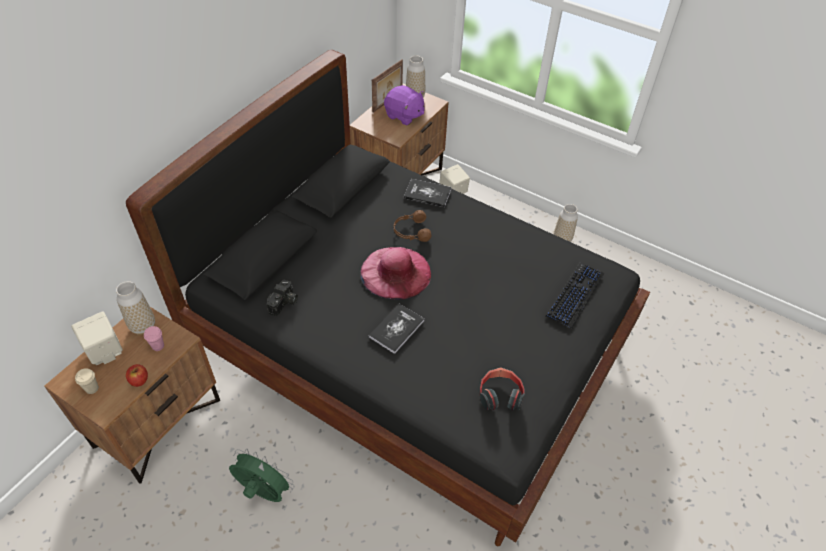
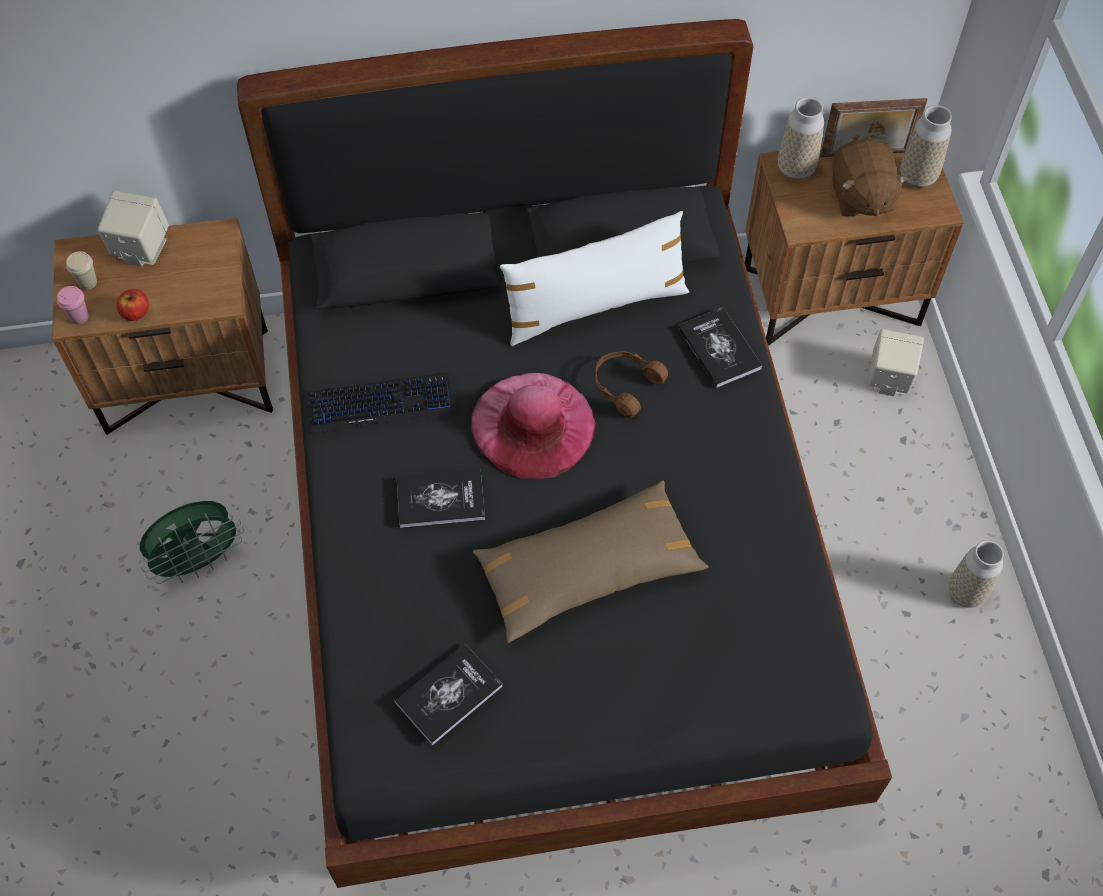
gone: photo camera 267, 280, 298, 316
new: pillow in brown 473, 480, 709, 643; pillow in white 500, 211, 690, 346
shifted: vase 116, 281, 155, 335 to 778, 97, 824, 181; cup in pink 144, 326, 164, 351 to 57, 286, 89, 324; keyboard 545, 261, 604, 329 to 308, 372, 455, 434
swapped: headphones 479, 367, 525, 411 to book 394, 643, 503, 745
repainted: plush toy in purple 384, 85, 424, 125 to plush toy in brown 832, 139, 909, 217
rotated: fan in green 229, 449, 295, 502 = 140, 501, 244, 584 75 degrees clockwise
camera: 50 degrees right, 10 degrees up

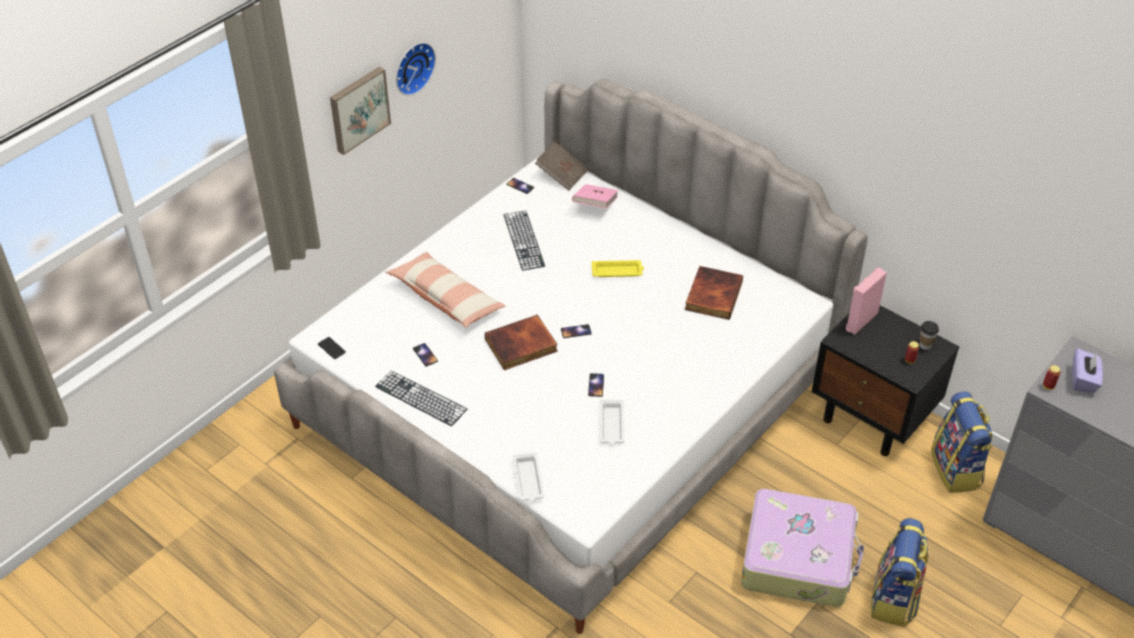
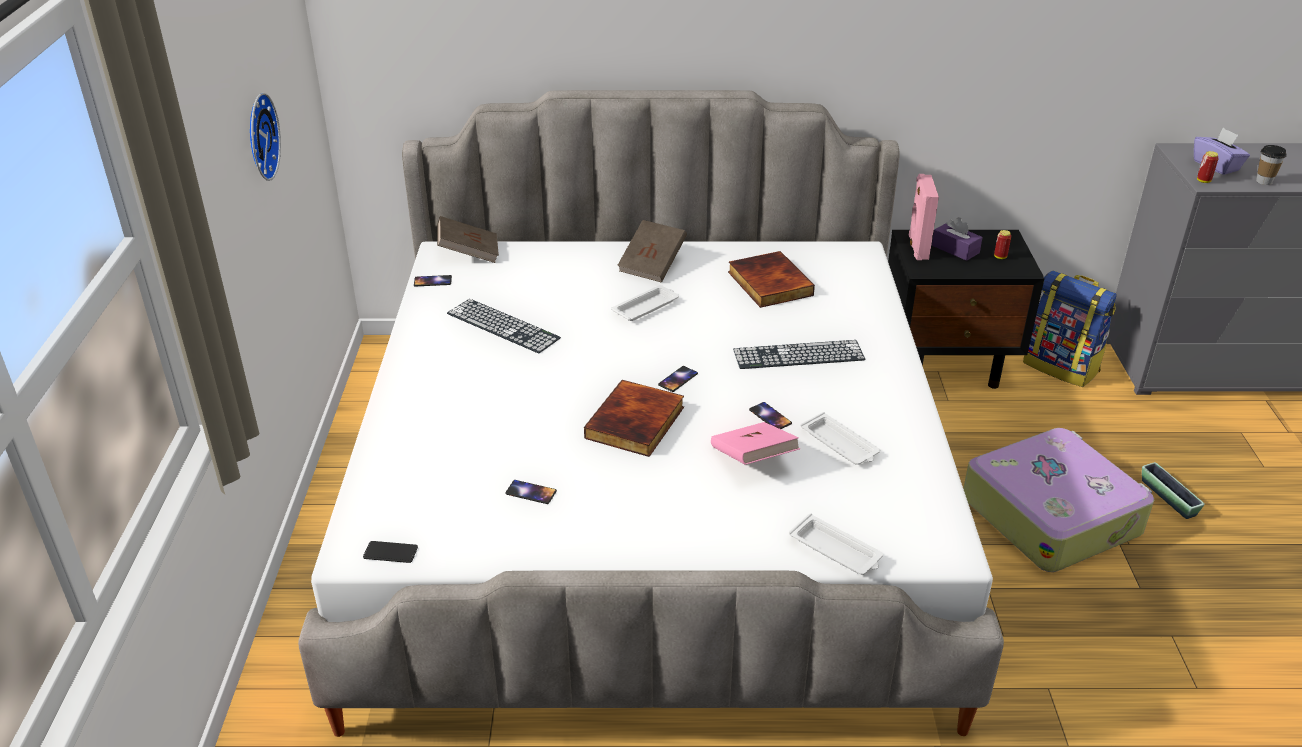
gone: picture 330, 67, 391, 155; pillow 385, 252, 506, 328
new: book in brown 617, 220, 687, 282; tissue box in purple 932, 217, 983, 261
shifted: keyboard 375, 370, 467, 426 to 733, 340, 865, 369; book in pink 572, 184, 618, 209 to 711, 422, 800, 465; cup 919, 321, 939, 350 to 1256, 145, 1287, 185
swapped: backpack 871, 518, 929, 627 to planter 1142, 462, 1205, 519
repainted: tray in yellow 592, 260, 644, 277 to tray in white 611, 285, 679, 321
camera: 40 degrees left, 10 degrees down

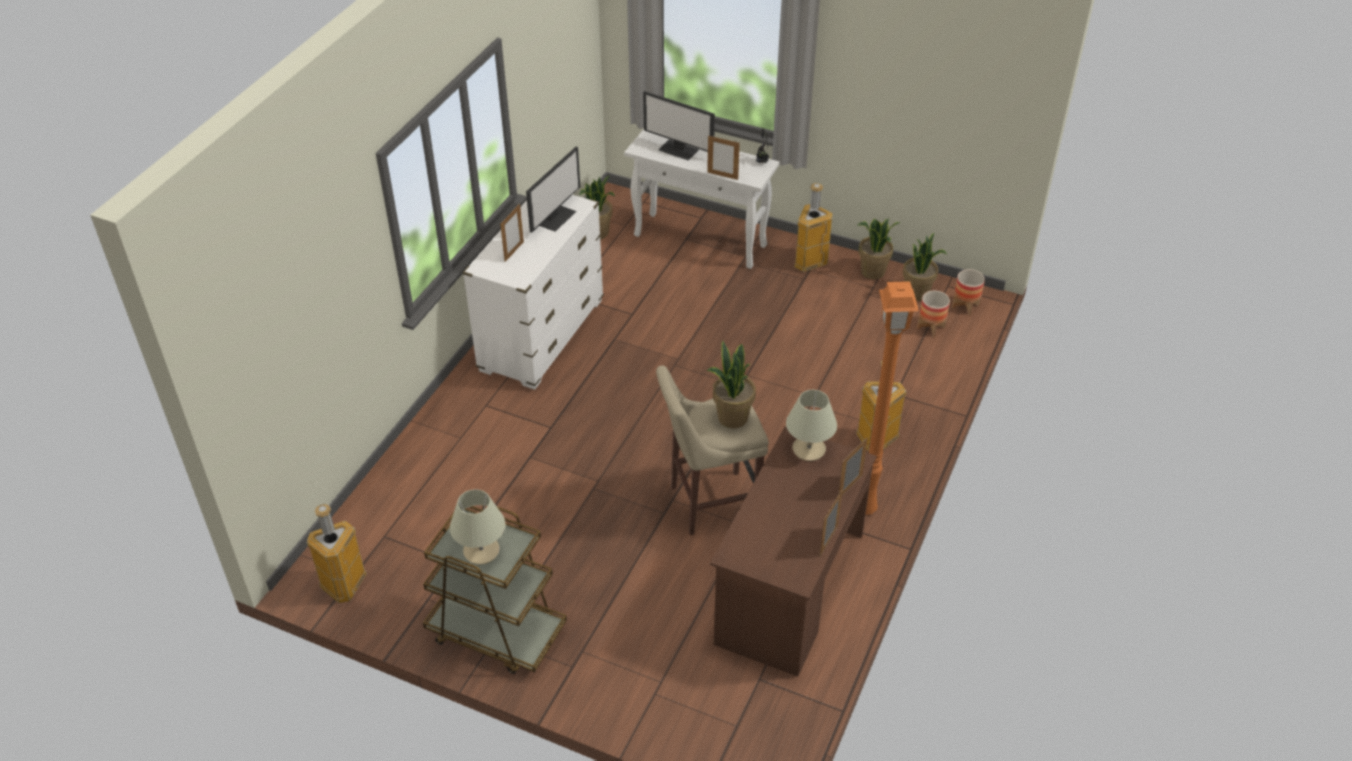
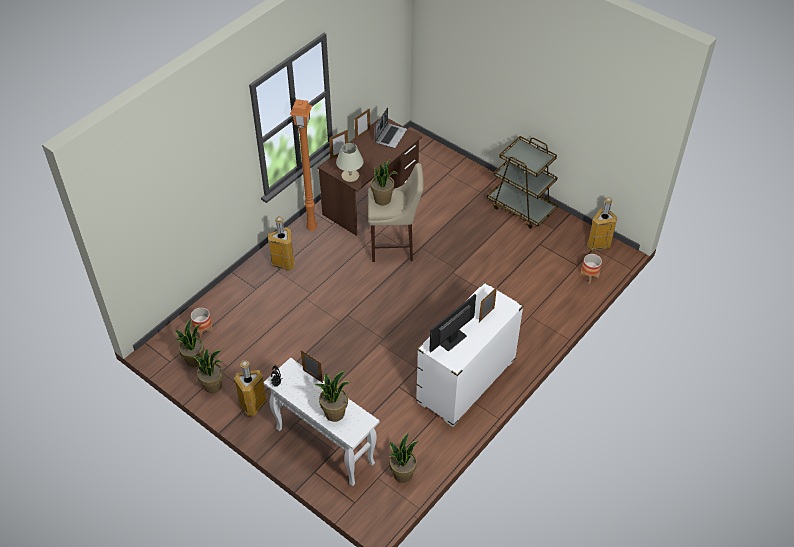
gone: table lamp in beige 450, 489, 505, 565
new: laptop 375, 108, 407, 148
shifted: planter 952, 269, 985, 315 to 580, 254, 602, 284
swapped: monitor 643, 91, 715, 160 to potted plant 315, 371, 351, 422
camera: 165 degrees left, 5 degrees up

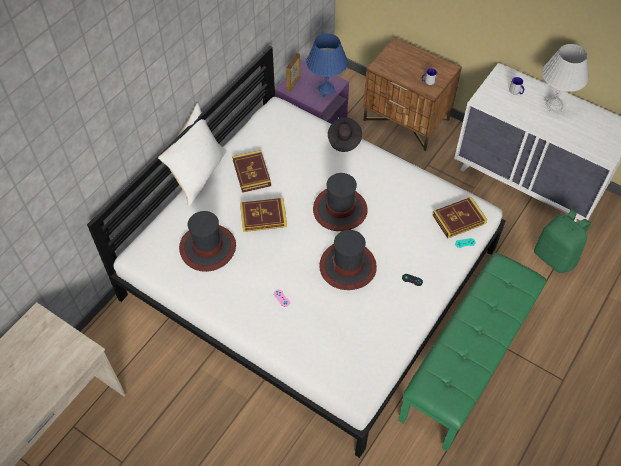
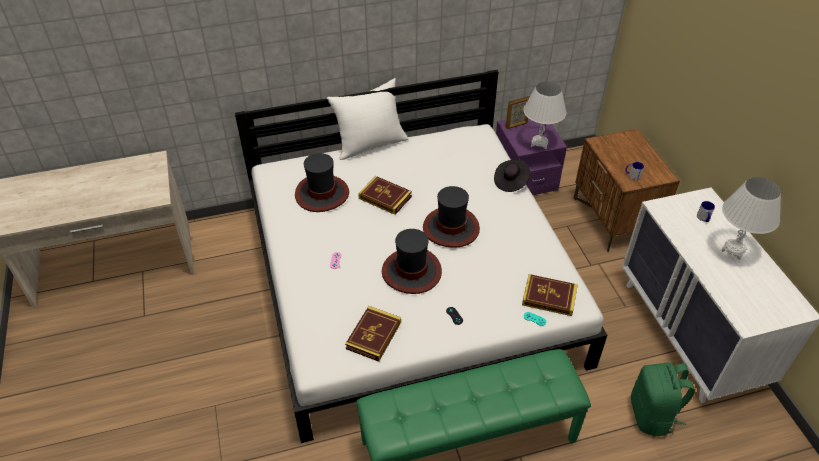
shifted: book 232, 150, 271, 193 to 345, 306, 401, 362
repainted: table lamp in blue 306, 33, 348, 98 to table lamp in white 523, 81, 567, 149
camera: 40 degrees right, 10 degrees down

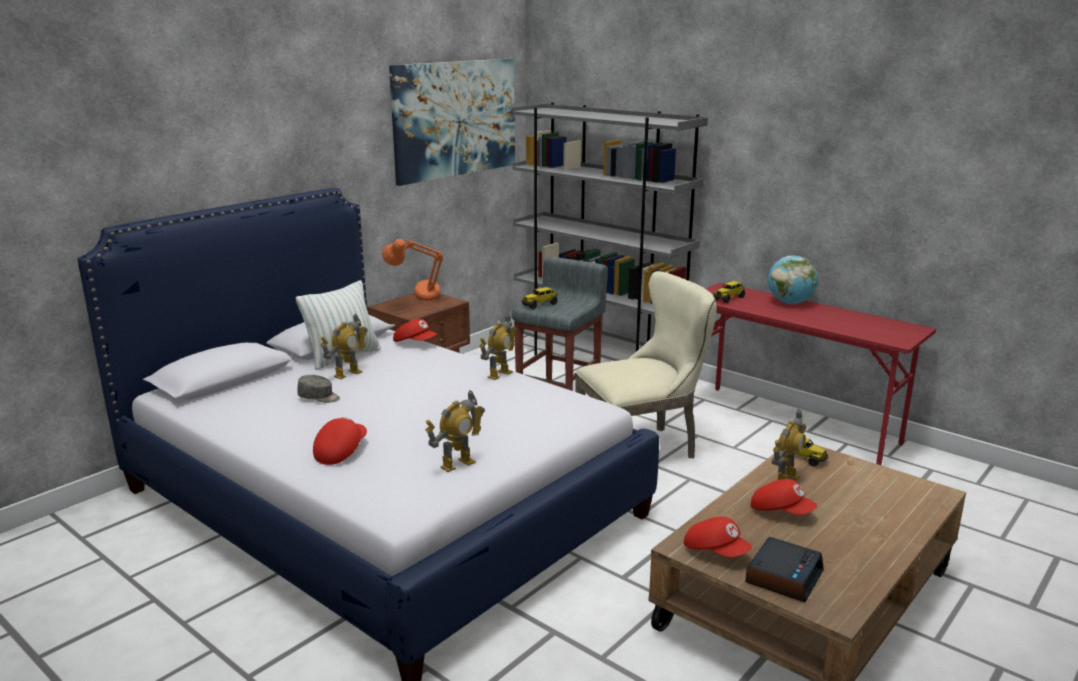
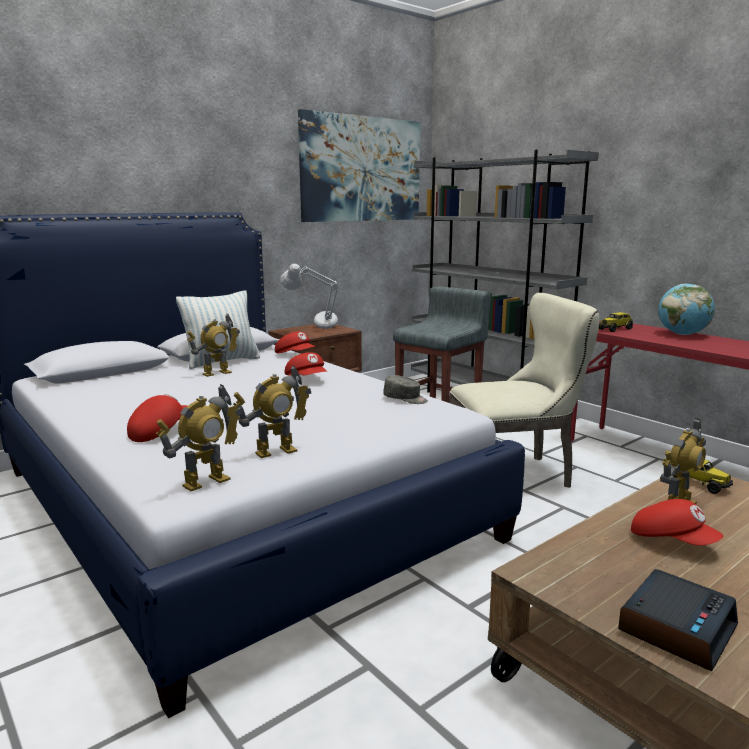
gone: toy truck 521, 287, 558, 309
shifted: cap in grey 297, 375, 340, 403 to 383, 375, 428, 404; toy robot 479, 314, 517, 380 to 156, 384, 242, 491; cap in red 684, 517, 752, 557 to 285, 352, 328, 376
repainted: table lamp in orange 382, 239, 443, 301 to table lamp in grey 280, 264, 338, 329
camera: 10 degrees right, 5 degrees down

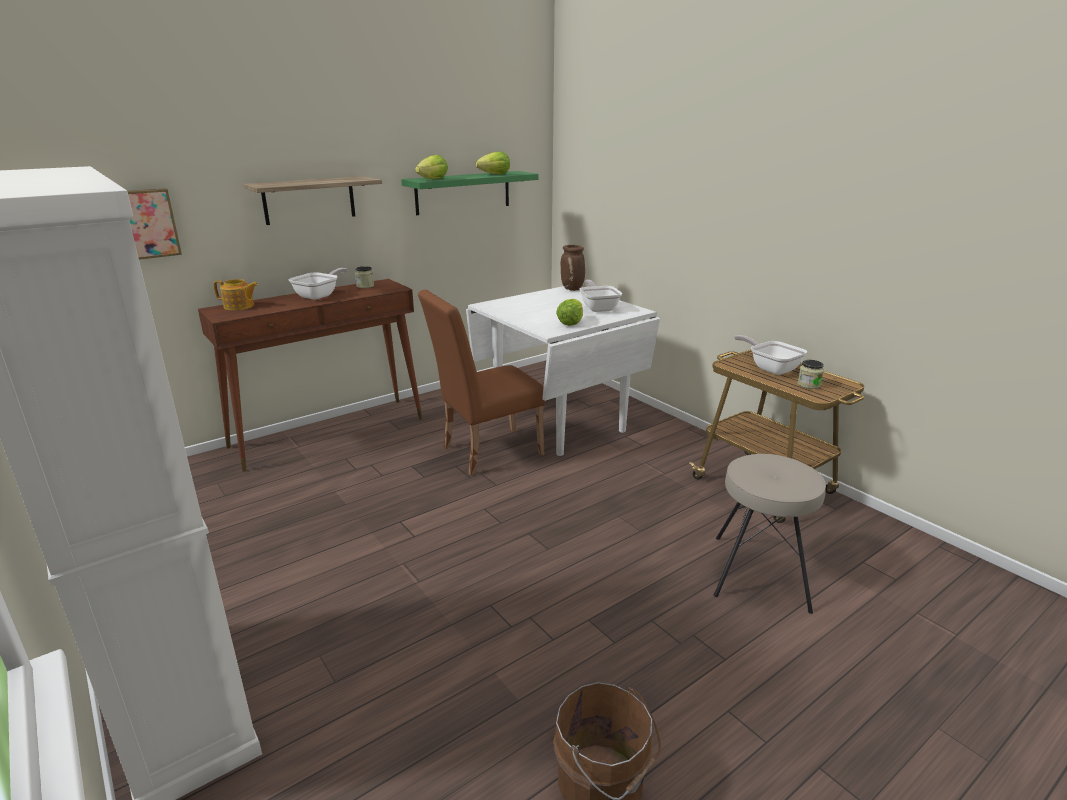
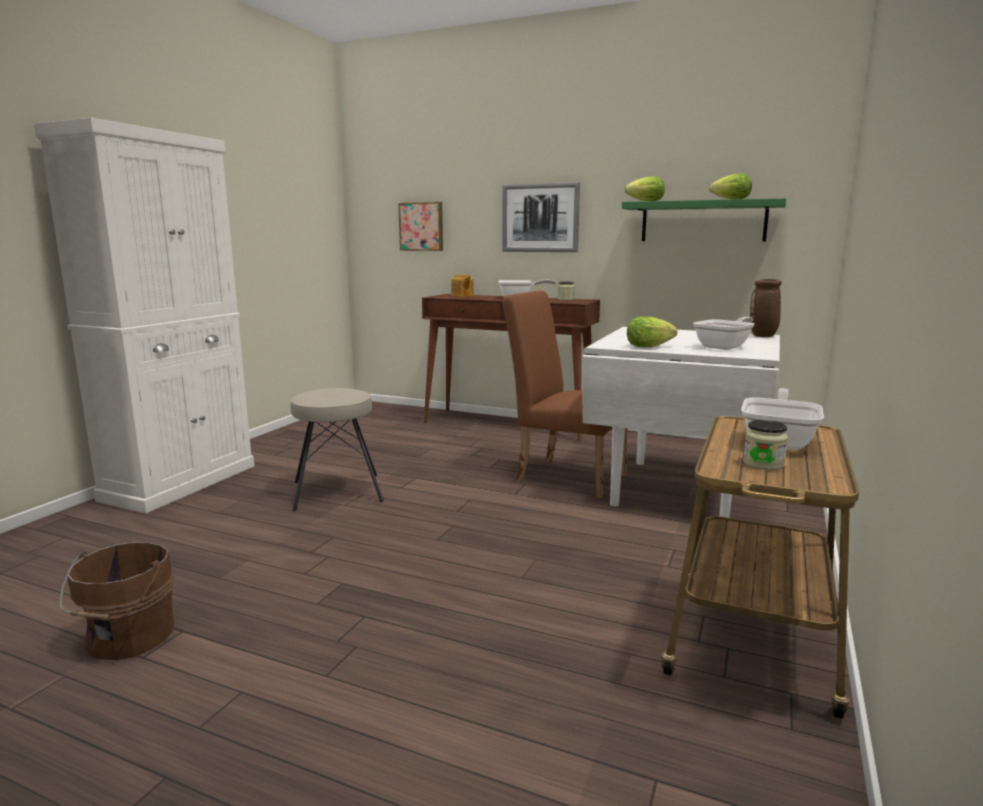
shifted: stool in beige 714, 454, 826, 614 to 290, 388, 384, 511
swapped: shelf 243, 176, 382, 225 to picture 502, 182, 580, 252
camera: 60 degrees right, 10 degrees down

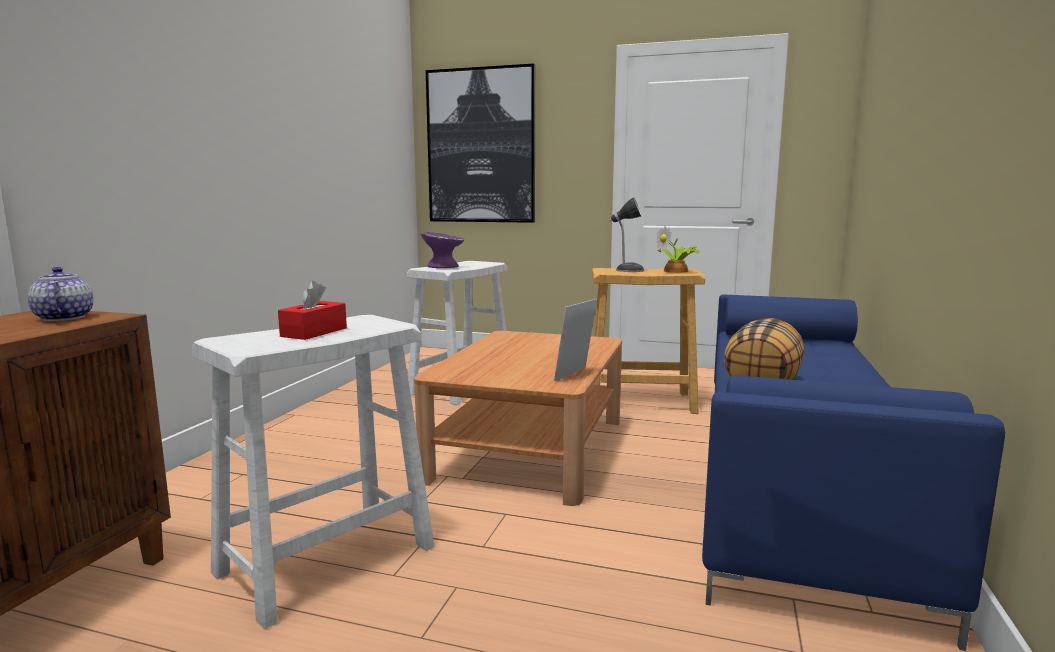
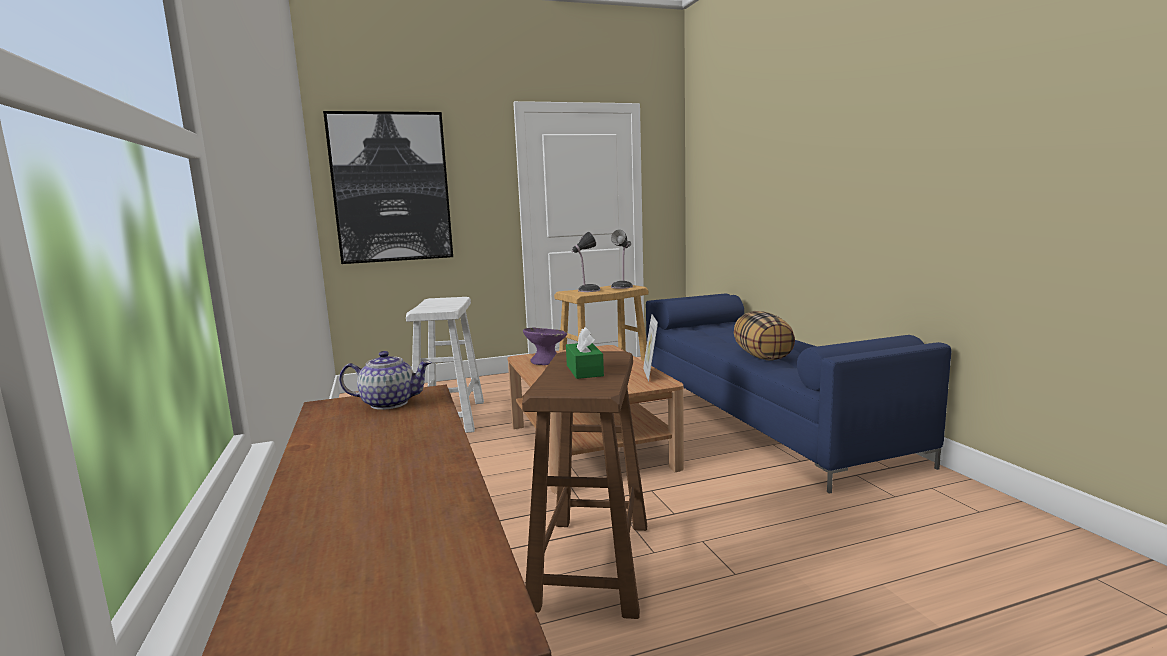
shifted: bowl in purple 421, 232, 464, 268 to 523, 327, 567, 365
swapped: potted plant 656, 226, 699, 273 to table lamp 611, 230, 633, 289
repainted: stool in white 192, 315, 434, 629 to stool in brown 522, 351, 647, 619; tissue box in red 278, 281, 347, 340 to tissue box in green 566, 327, 604, 379
rotated: teapot 28, 267, 93, 321 = 339, 351, 432, 410 150 degrees clockwise
camera: 35 degrees left, 0 degrees up

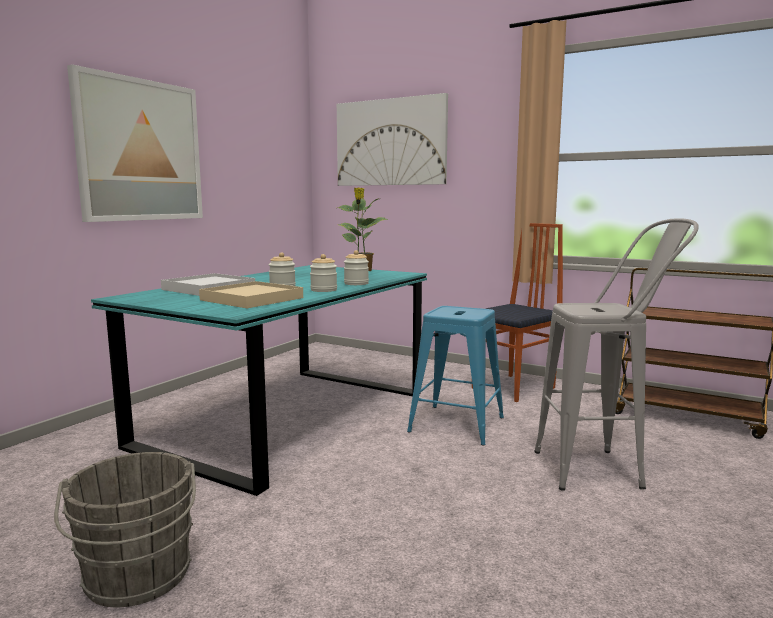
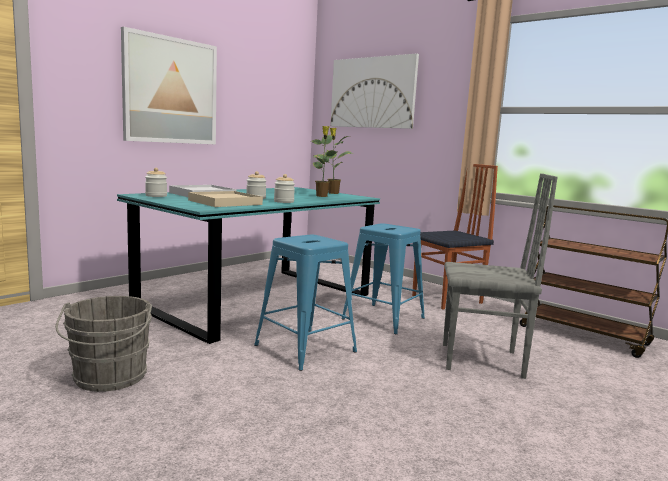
new: stool in blue 254, 235, 357, 371
shifted: jar 344, 250, 369, 285 to 145, 168, 167, 197
swapped: stool in grey 535, 218, 699, 491 to chair in grey 443, 173, 558, 379
camera: 10 degrees right, 0 degrees up

